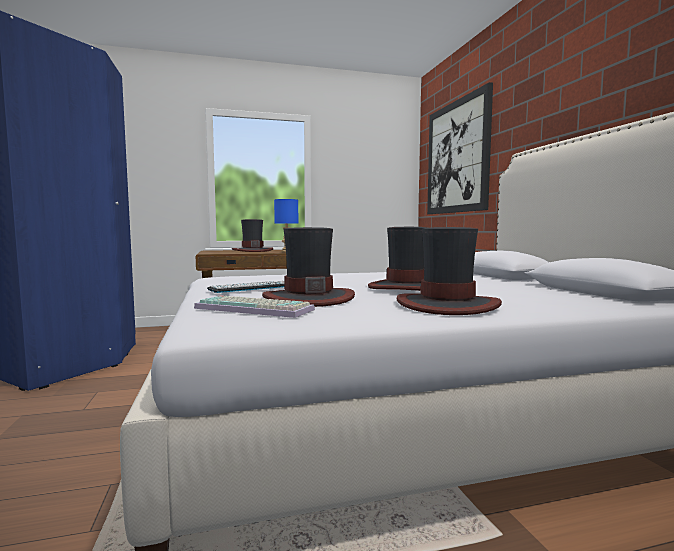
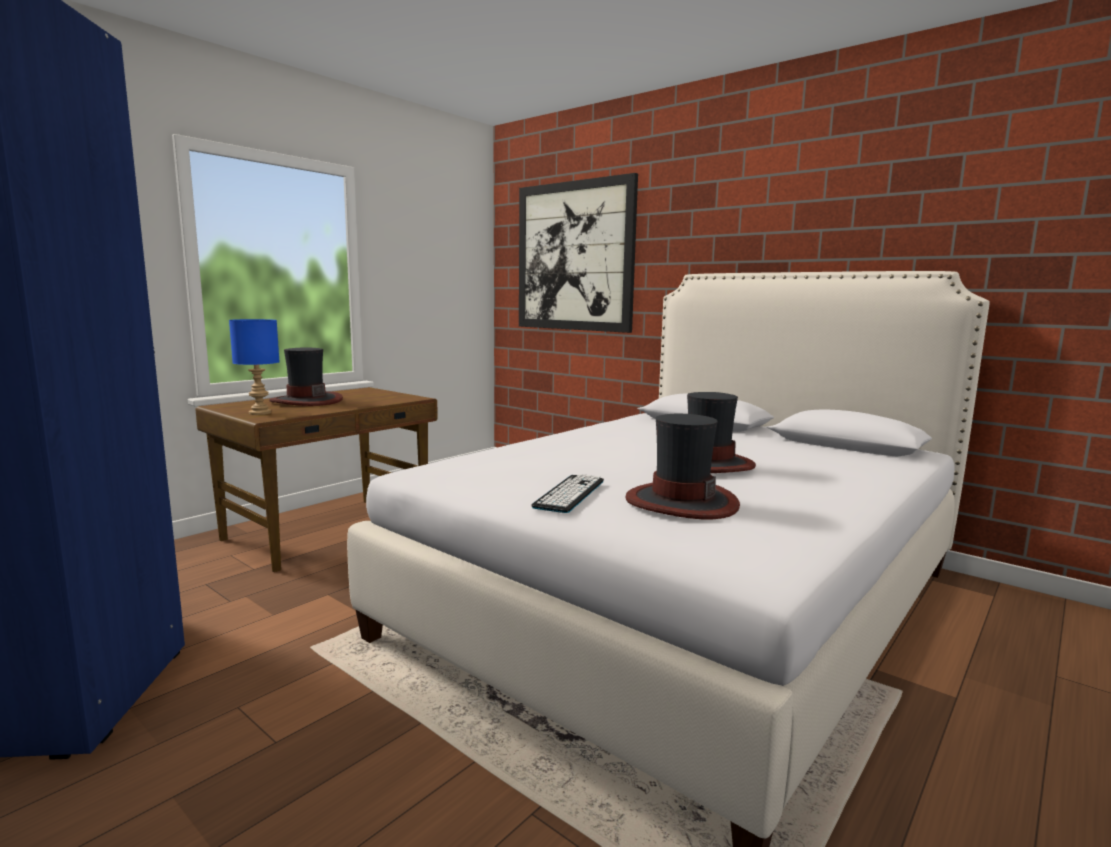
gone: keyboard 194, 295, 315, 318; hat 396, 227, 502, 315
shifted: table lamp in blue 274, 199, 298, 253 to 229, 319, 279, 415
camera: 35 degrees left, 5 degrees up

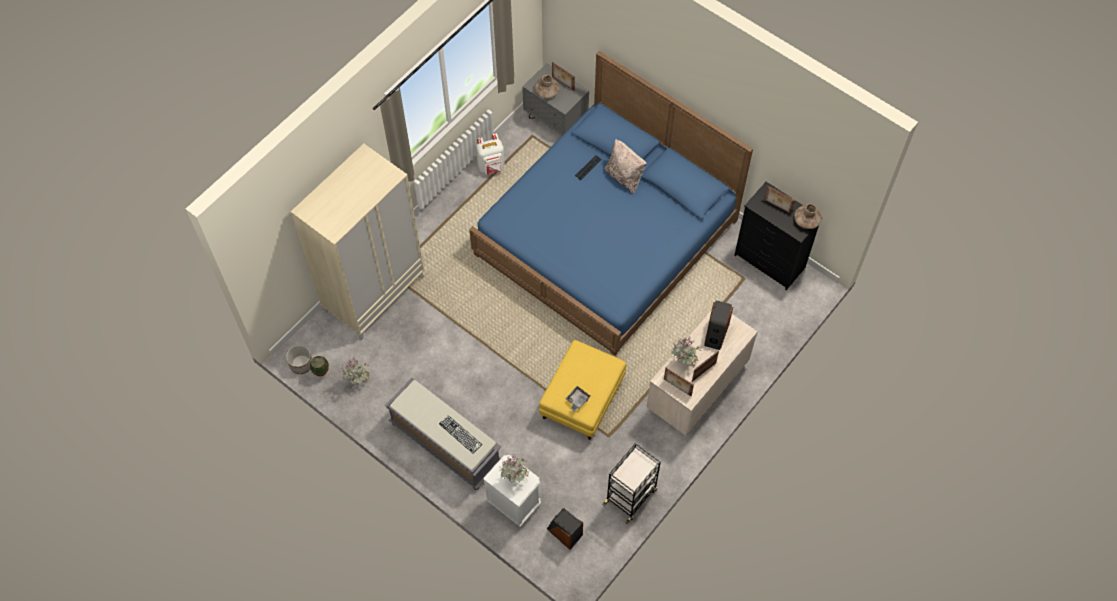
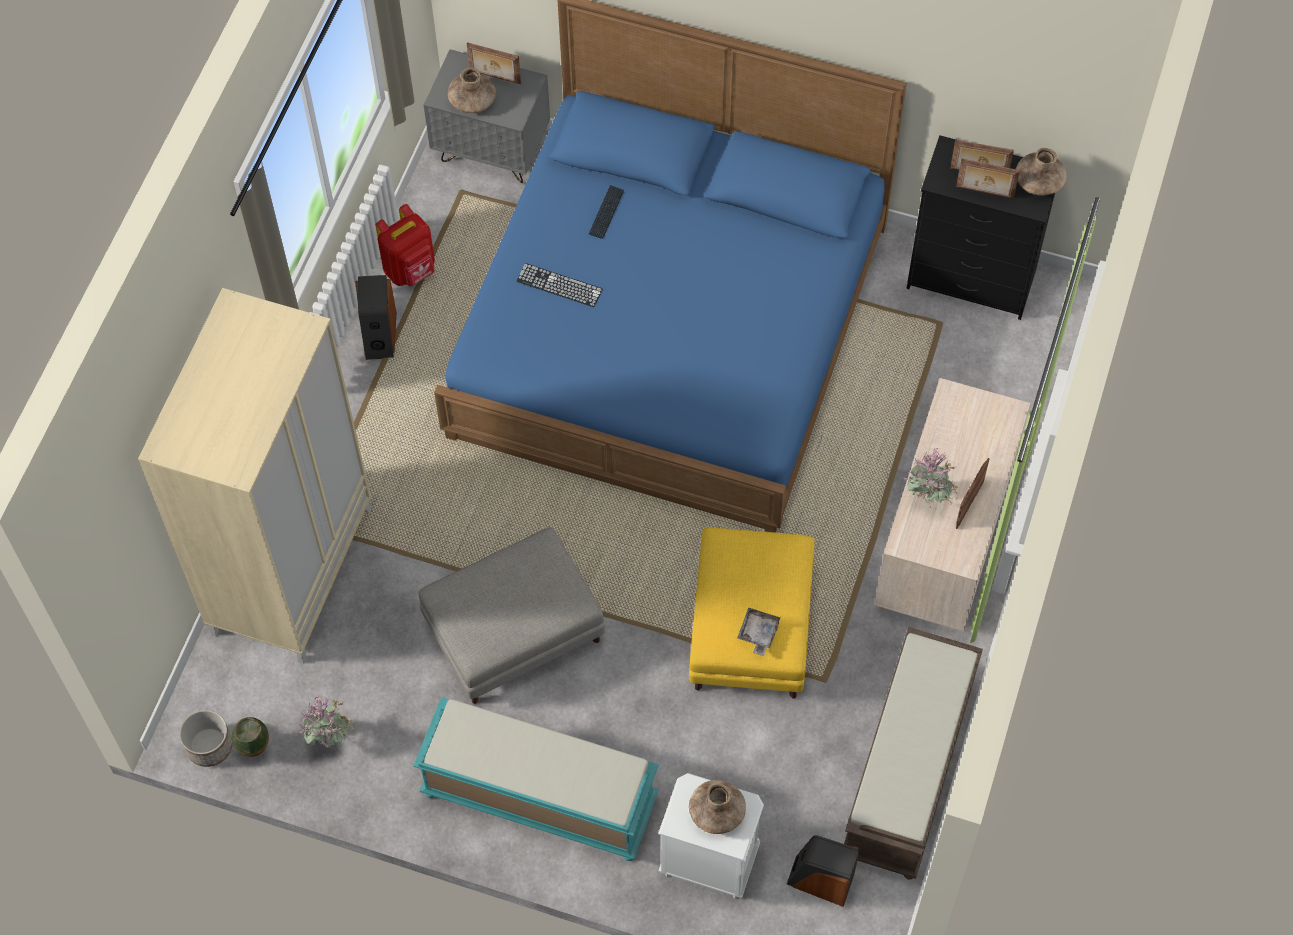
gone: pillow in beige 605, 139, 646, 194
new: ottoman in grey 419, 527, 605, 704
shifted: keyboard 439, 415, 482, 453 to 517, 263, 603, 307; picture frame 664, 368, 694, 396 to 956, 158, 1020, 199; speaker 704, 300, 733, 350 to 355, 275, 396, 360
swapped: potted plant 499, 454, 529, 483 to vase in brown 689, 780, 746, 834; cart in black 602, 443, 661, 524 to bench in brown 844, 627, 983, 880
repainted: bench in grey 385, 378, 501, 490 to bench in turquoise 413, 697, 659, 861; backpack in white 476, 133, 505, 175 to backpack in red 375, 204, 435, 286
camera: 20 degrees left, 0 degrees up

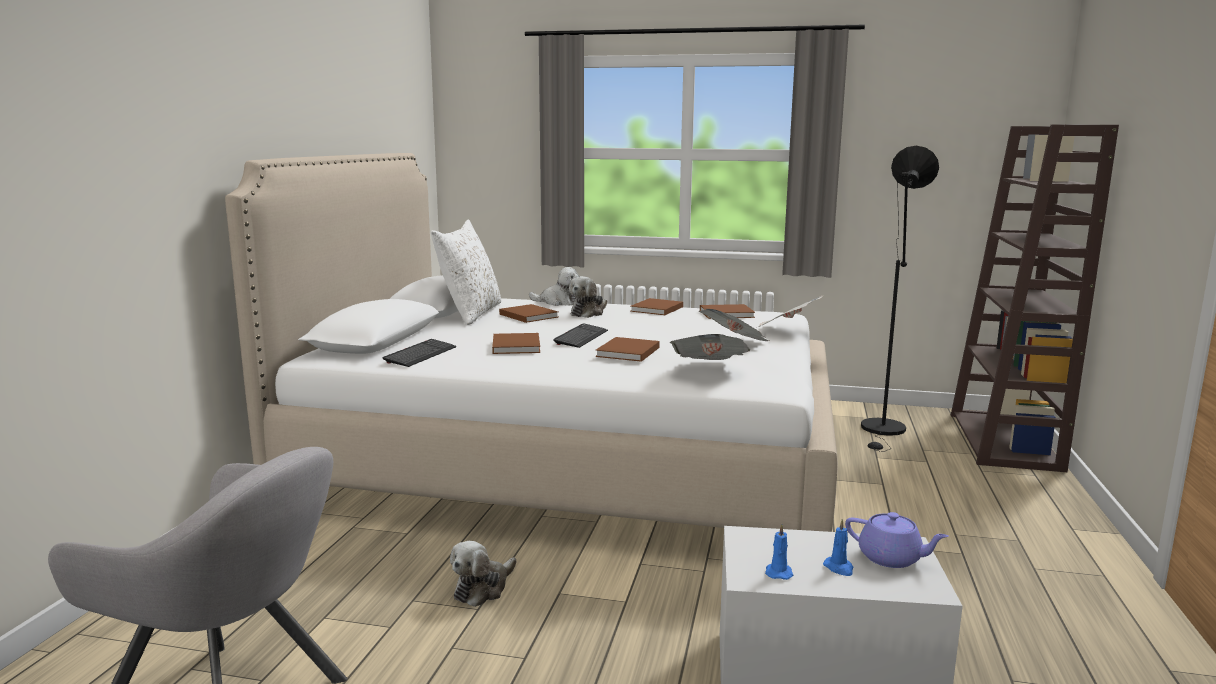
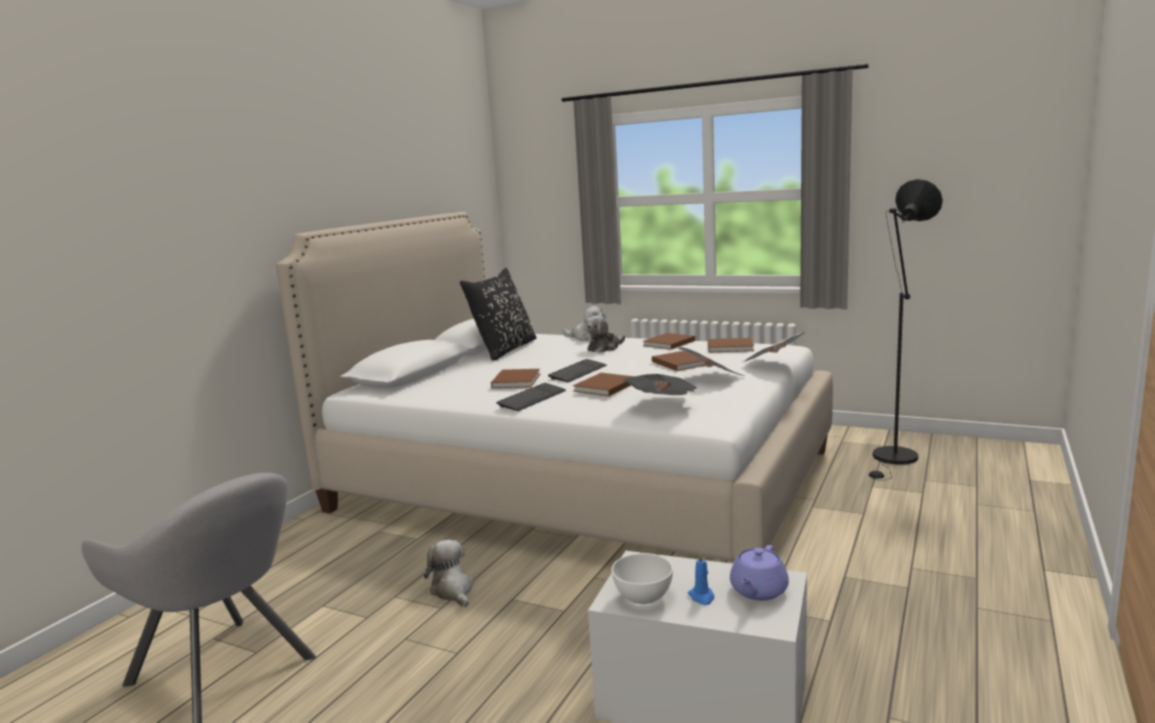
gone: bookcase in brown 951, 124, 1119, 472
shifted: keyboard 382, 339, 456, 367 to 497, 383, 566, 411; book in brown 499, 304, 558, 323 to 652, 351, 705, 371
swapped: candle in blue 765, 524, 793, 580 to bowl in white 612, 553, 673, 604
repainted: pillow in white 431, 220, 501, 325 to pillow in black 460, 268, 536, 361
rotated: plush toy 450, 541, 517, 607 = 424, 540, 474, 607 105 degrees clockwise; teapot in purple 845, 512, 949, 568 = 730, 545, 789, 601 75 degrees clockwise
camera: 15 degrees right, 0 degrees up

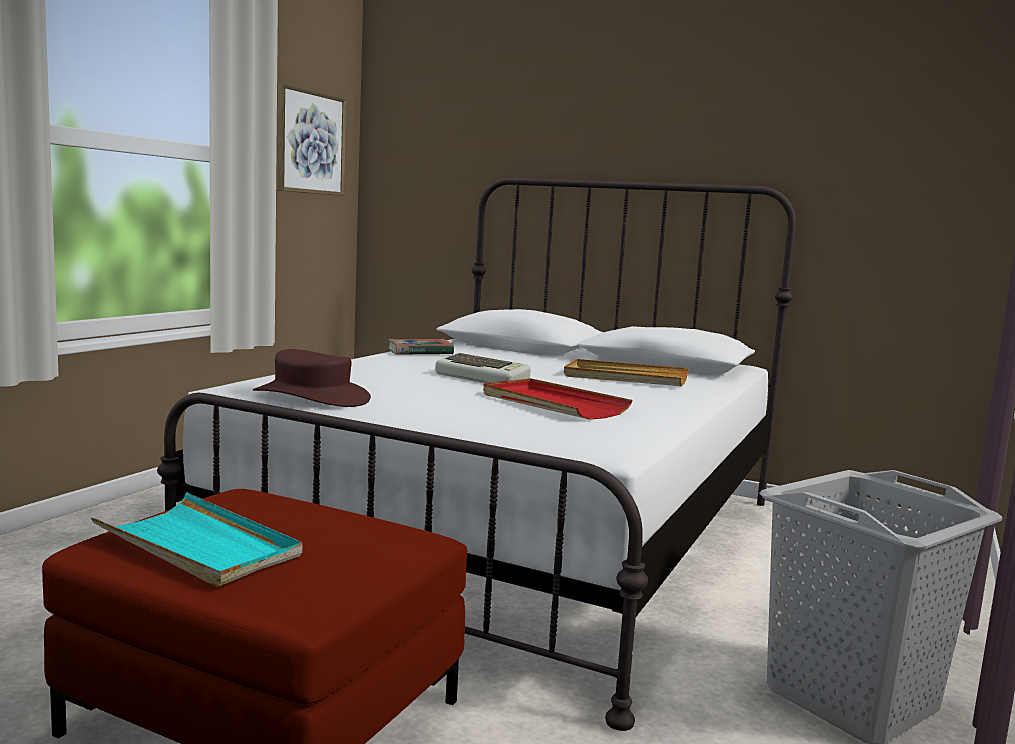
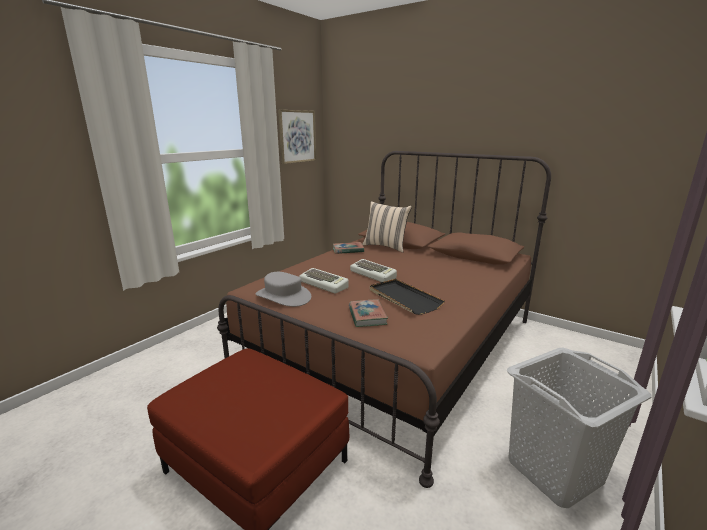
gone: tray in turquoise 90, 493, 302, 587; tray in beige 564, 359, 689, 386
new: keyboard 299, 268, 349, 294; book 349, 299, 388, 327; pillow in beige 362, 201, 412, 252
repainted: bed in white 157, 178, 796, 731 to bed in brown 217, 151, 551, 488; hat in brown 253, 349, 371, 407 to hat in grey 255, 272, 311, 307; tray in red 483, 378, 633, 420 to tray in black 370, 279, 445, 315
camera: 10 degrees right, 10 degrees up

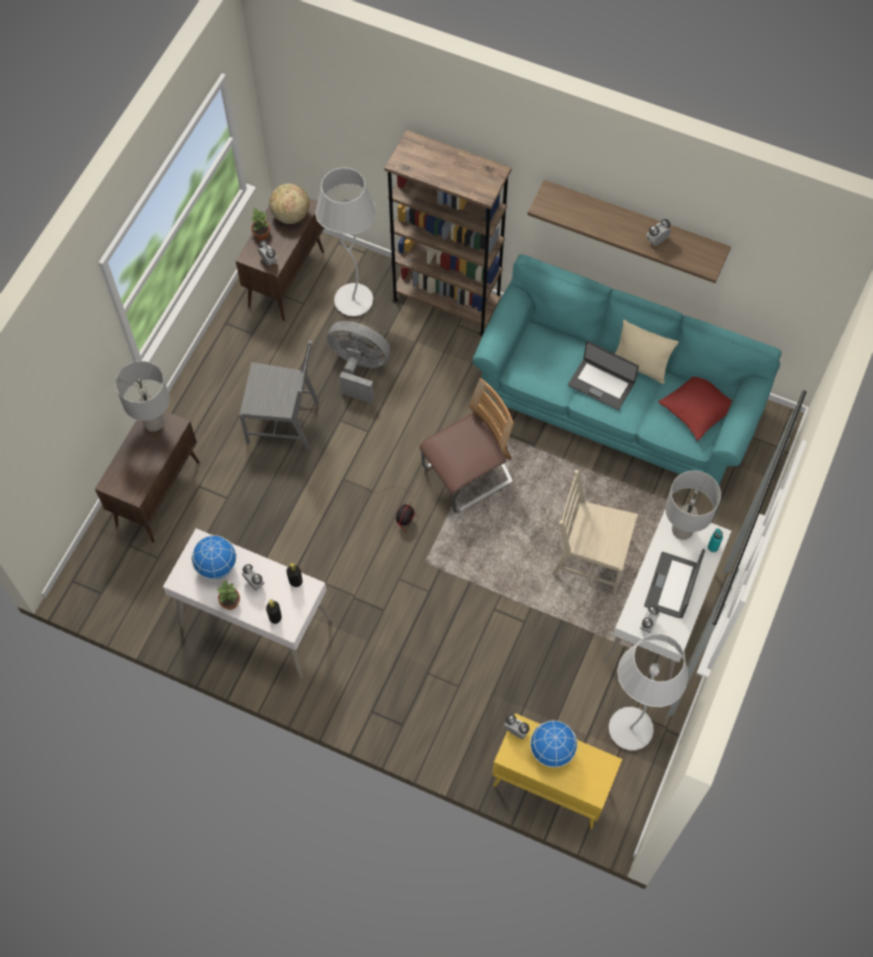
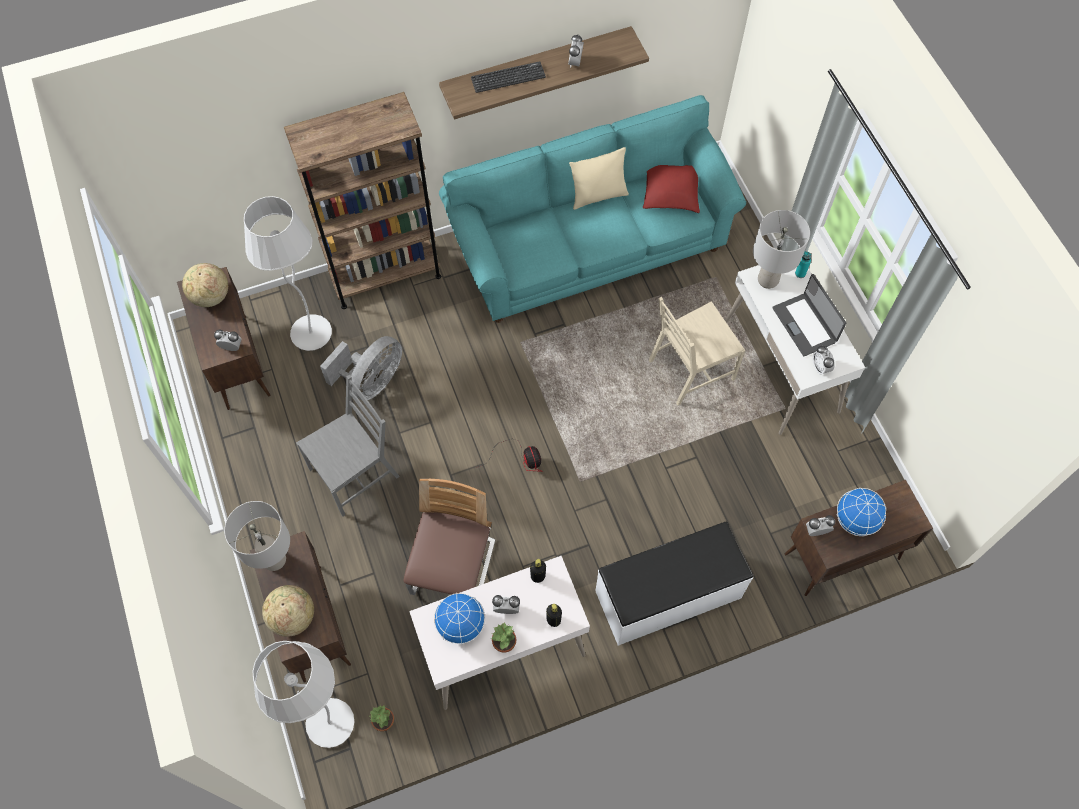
gone: laptop 568, 341, 639, 410
new: globe 262, 585, 314, 637; keyboard 471, 61, 546, 93; bench in white 595, 522, 753, 646
shifted: potted plant 250, 208, 270, 240 to 369, 704, 394, 731; chair 419, 378, 514, 513 to 403, 479, 495, 595; floor lamp in white 609, 634, 688, 750 to 252, 641, 354, 748
repainted: cabinet in yellow 492, 713, 622, 829 to cabinet in brown 784, 480, 933, 596
rotated: fan in grey 327, 321, 390, 403 = 320, 336, 402, 400 150 degrees clockwise
camera: 45 degrees left, 0 degrees up

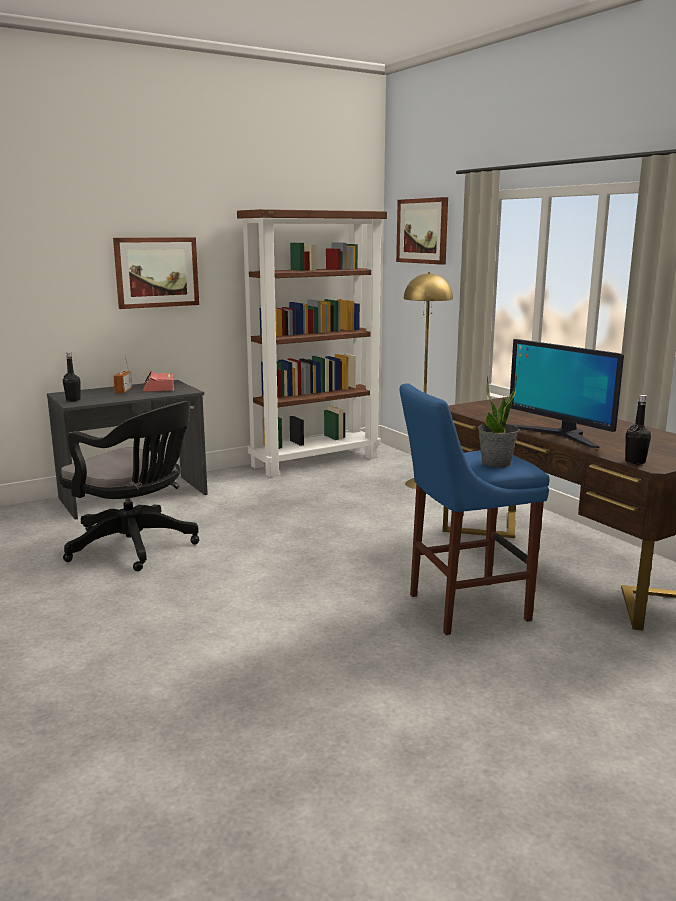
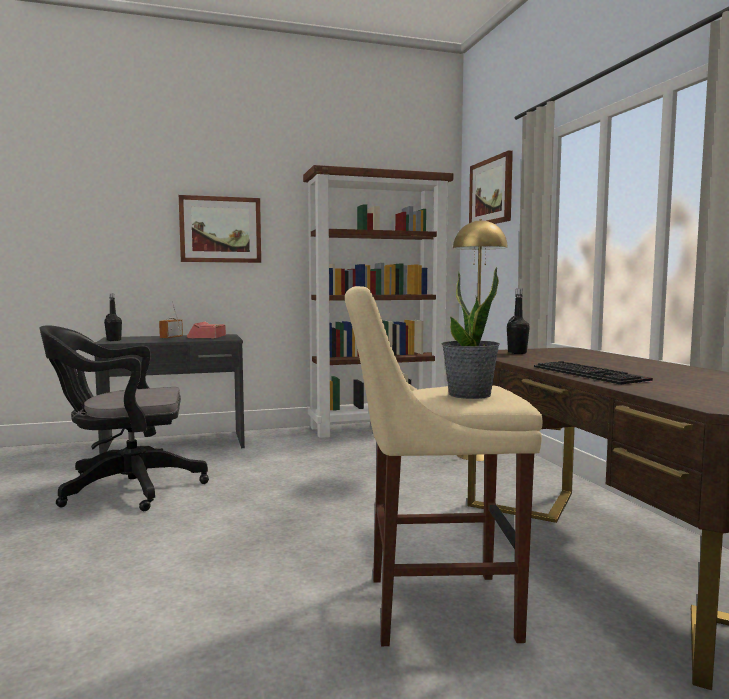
shifted: bottle in black 625, 395, 651, 465 to 507, 289, 530, 354
swapped: monitor 510, 339, 624, 448 to keyboard 534, 361, 653, 385
repainted: stool in blue 399, 383, 549, 635 to stool in beige 345, 286, 543, 646
rotated: office chair in black 59, 401, 199, 571 = 39, 325, 209, 511 120 degrees clockwise
camera: 15 degrees right, 10 degrees down

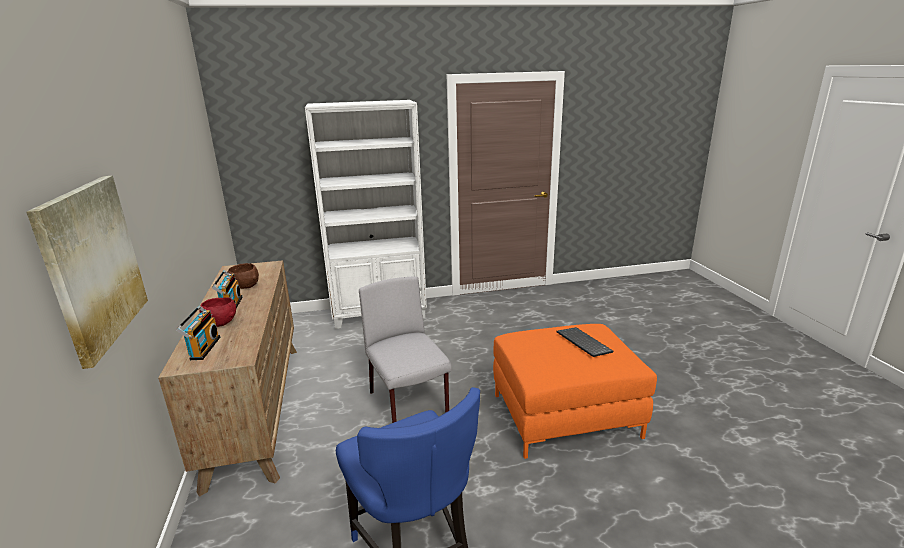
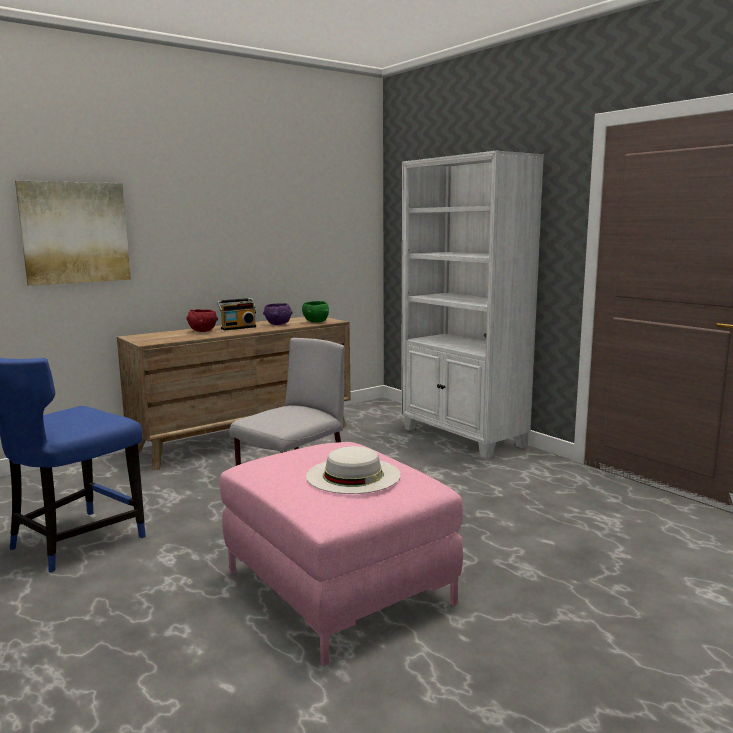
gone: radio 176, 306, 220, 360
new: bowl in green 302, 301, 329, 323
swapped: keyboard 557, 327, 613, 357 to hat in white 306, 446, 401, 494
repainted: bowl in brown 228, 263, 259, 289 to bowl in purple 263, 303, 293, 325; ottoman in orange 493, 324, 657, 459 to ottoman in pink 219, 442, 463, 666
camera: 65 degrees right, 10 degrees down

